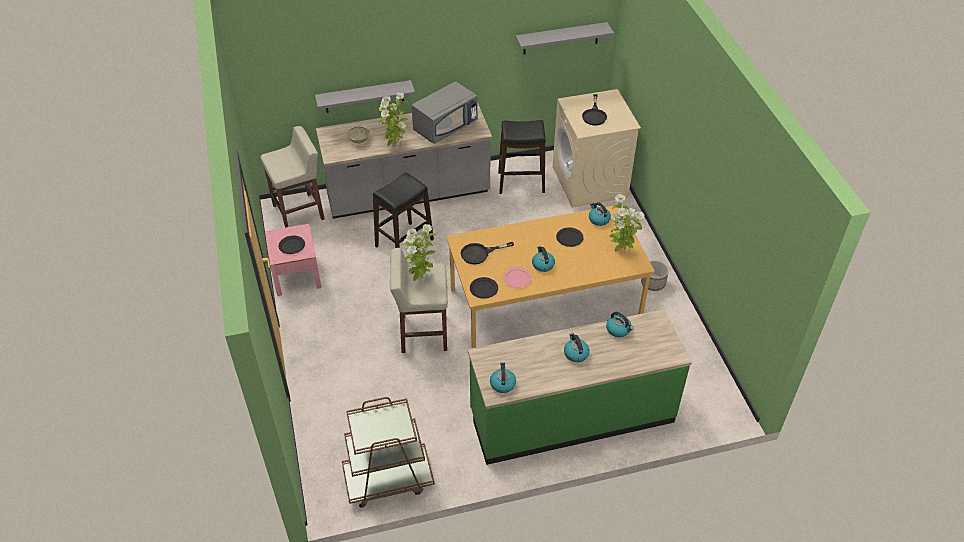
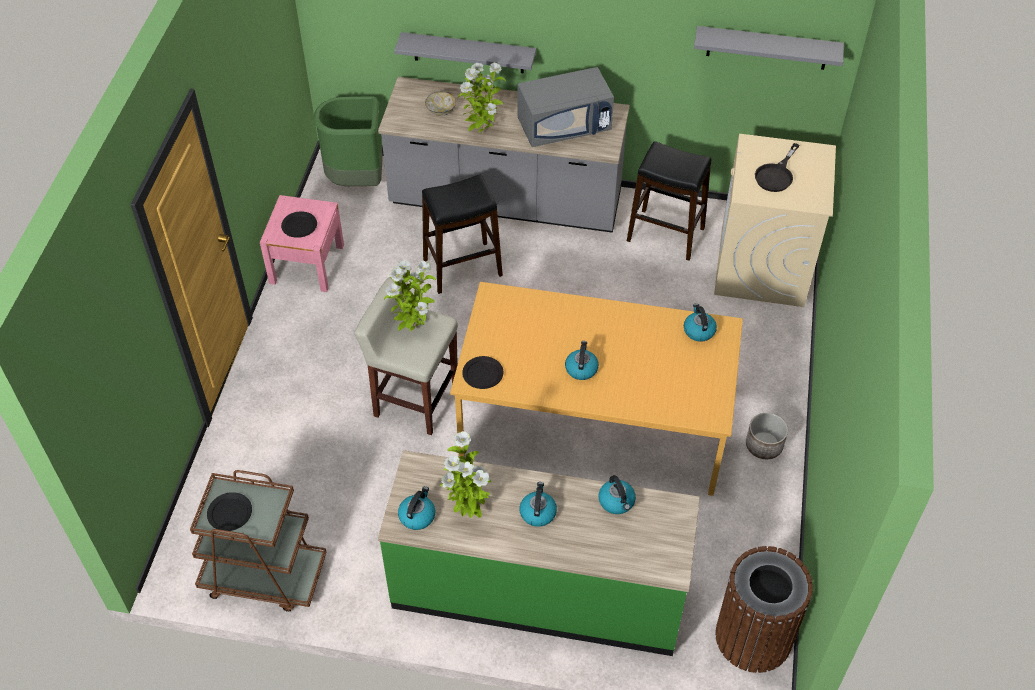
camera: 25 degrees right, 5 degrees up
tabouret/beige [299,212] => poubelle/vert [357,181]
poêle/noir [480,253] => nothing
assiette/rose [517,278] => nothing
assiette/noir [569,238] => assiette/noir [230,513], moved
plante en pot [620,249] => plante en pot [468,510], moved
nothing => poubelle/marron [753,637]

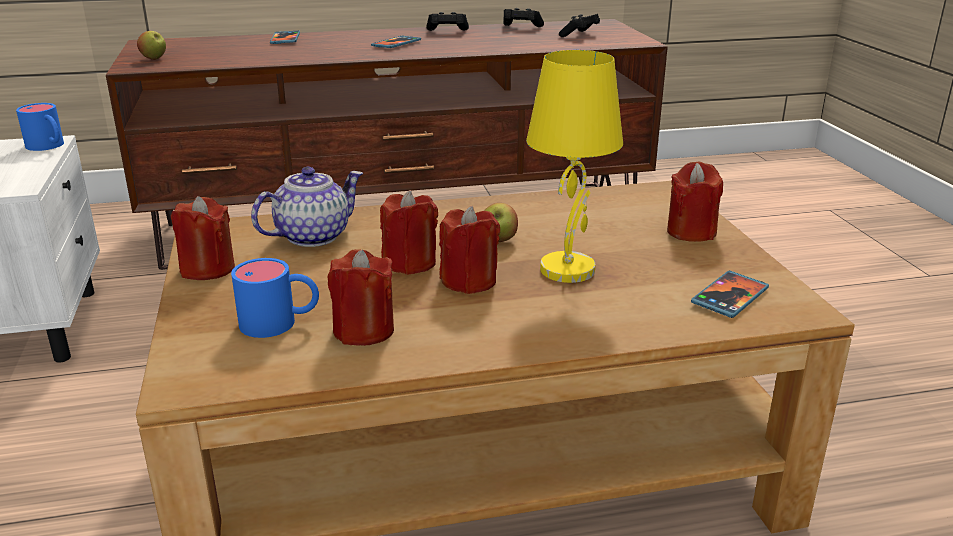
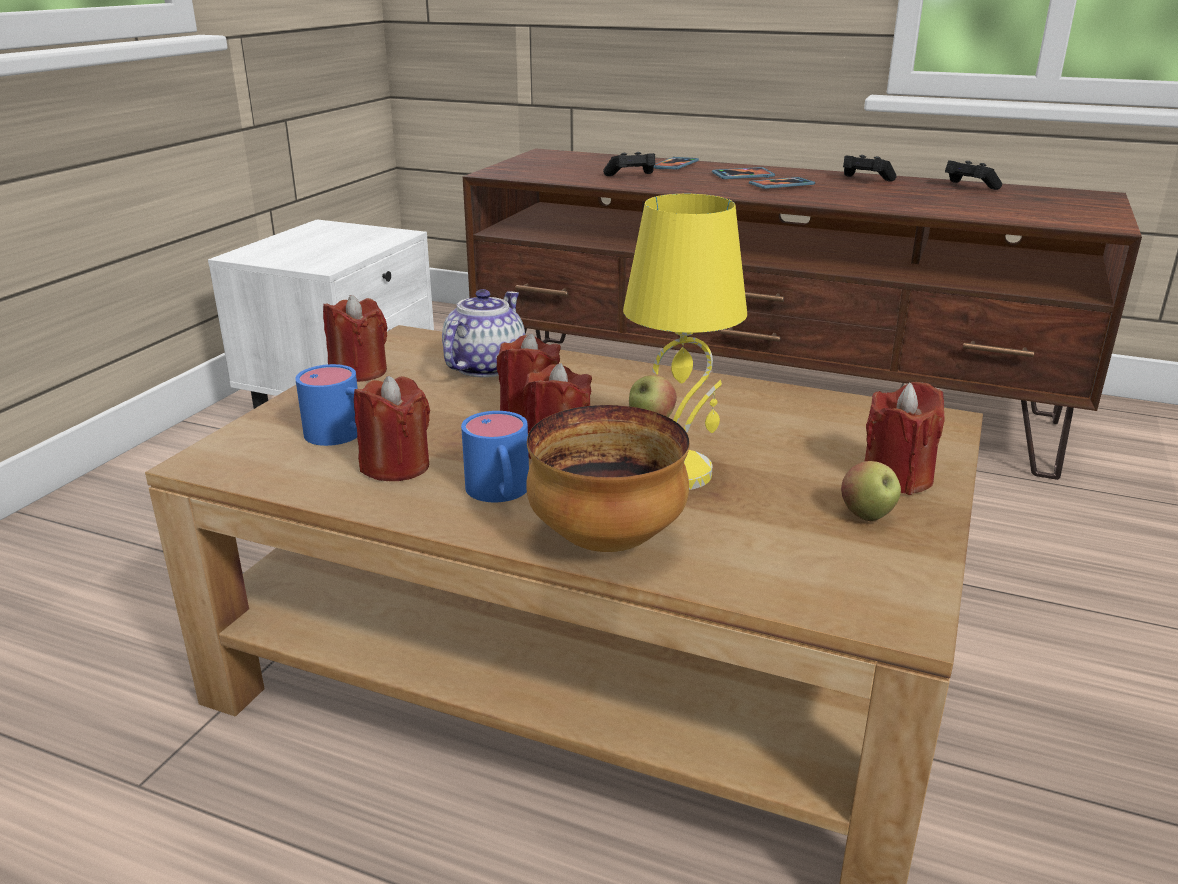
camera: 35 degrees right, 0 degrees up
mug/bleu [49,146] => mug/bleu [500,494], moved
pomme [154,59] => pomme [867,516], moved
théière [313,236] => théière [484,366], 60 degrees counterclockwise
manette/noir [579,35] => manette/noir [631,177], moved
téléphone [730,297] => téléphone [743,176], moved
nothing => bol [604,540]

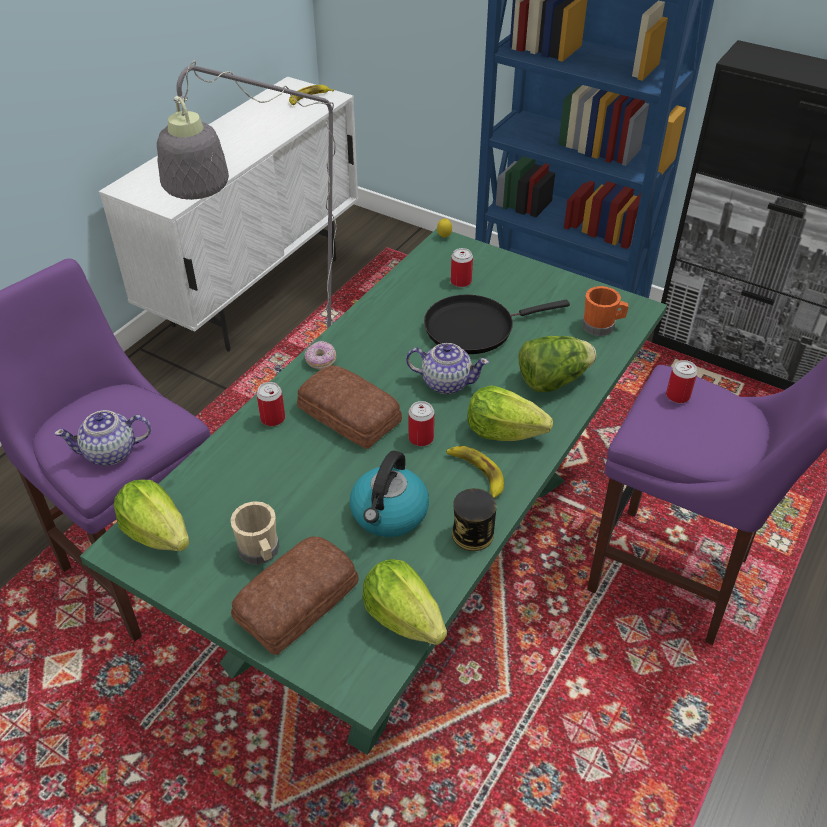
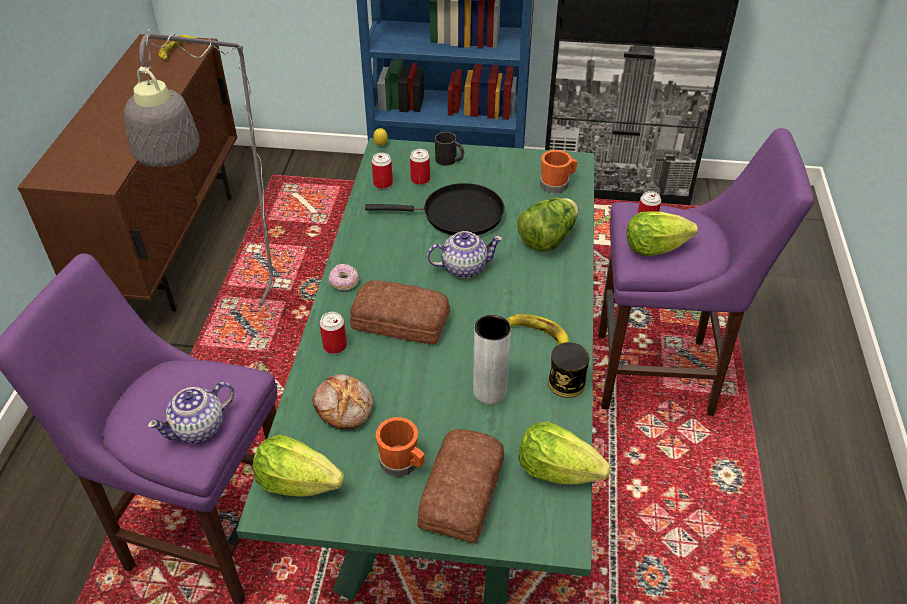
camera: 25 degrees left, 0 degrees up
meuble de rangement/blanc [257,291] => meuble de rangement/marron [171,248]
mug/beige [260,552] => mug/orange [402,463]
bouilloire [389,514] => vase/gris [489,391]
boîte métallique [421,438] => boîte métallique [383,183], moved
poêle/noir [474,328] => poêle/noir [457,215], 135 degrees counterclockwise
laitue [503,432] => laitue [654,248], moved
nothing => pain [344,406]
nothing => mug/noir [450,160]

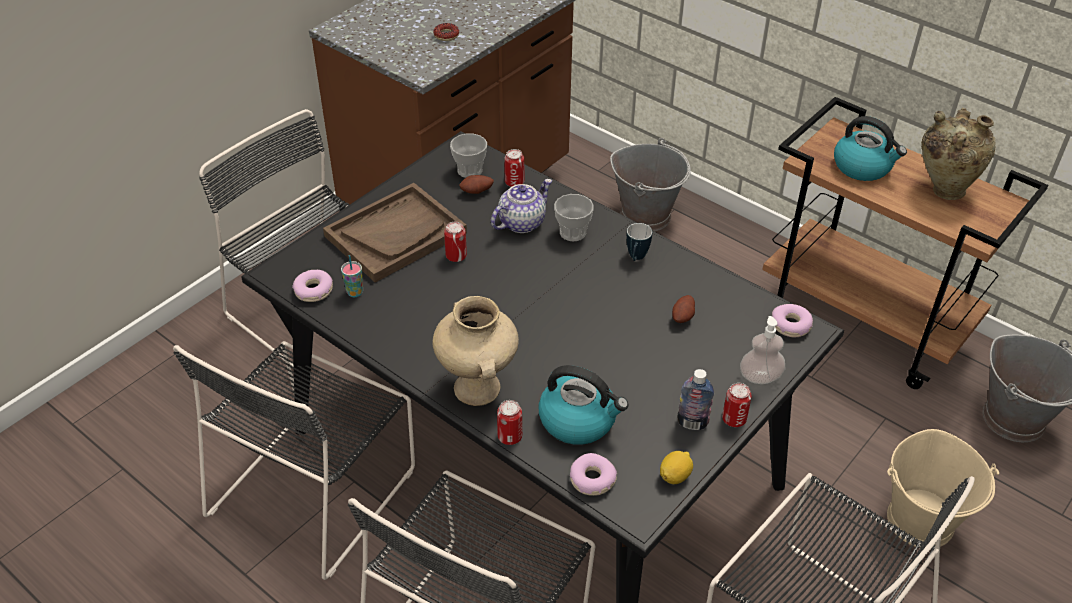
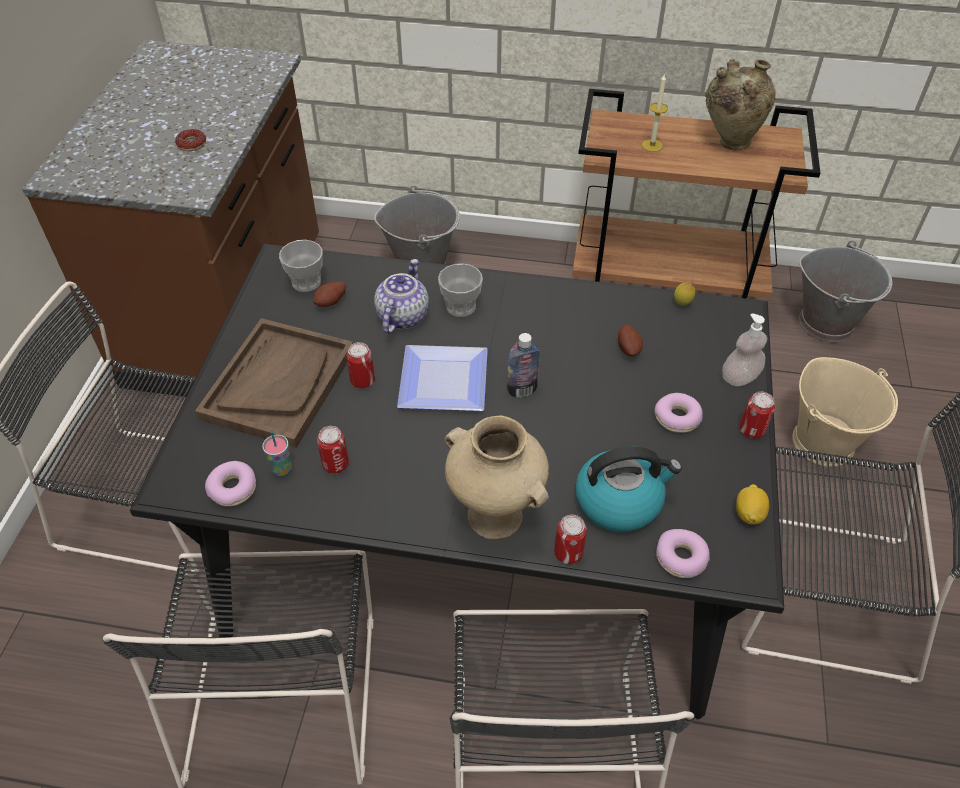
camera: 30 degrees left, 5 degrees up
boîte métallique [514,182] => boîte métallique [335,464], moved
mug [636,258] => nothing
bouteille [692,423] => bouteille [522,390], moved
beignet [790,326] => beignet [677,418], moved
bouilloire [863,167] => bougie [652,145]
nothing => assiette [447,379]
nothing => citron [682,304]

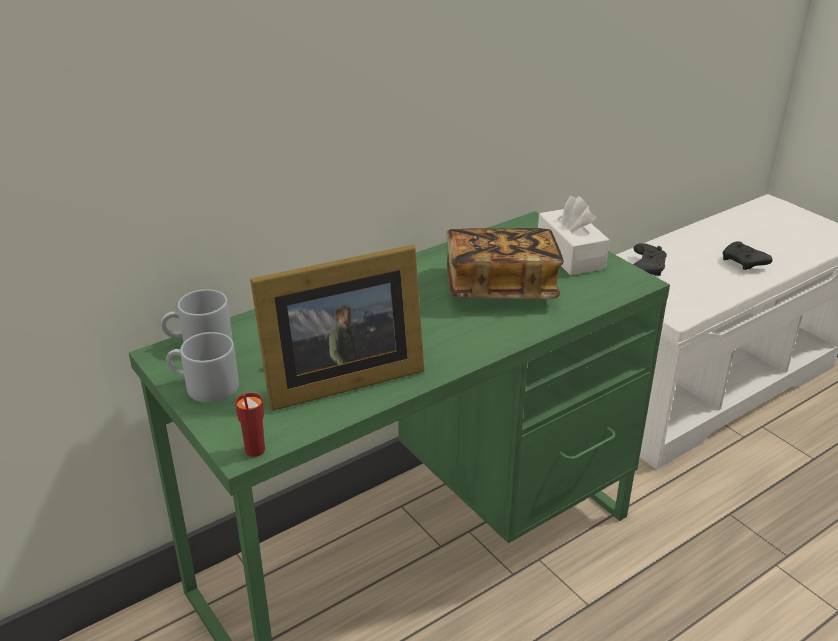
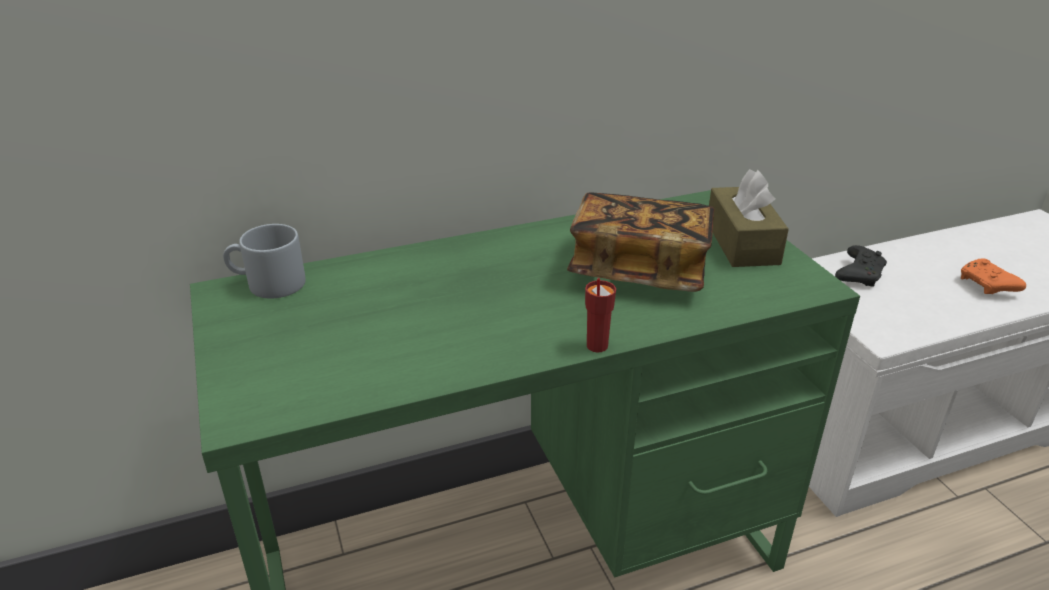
camera: 15 degrees right, 0 degrees up
mug/gris [203,387] => nothing
tasse/rouge [254,450] => tasse/rouge [596,346], moved
cadre photo [337,379] => nothing
boîte à mouchoirs/blanc [570,254] => boîte à mouchoirs/marron [742,243]
manette/noir [744,263] => manette/orange [987,286]

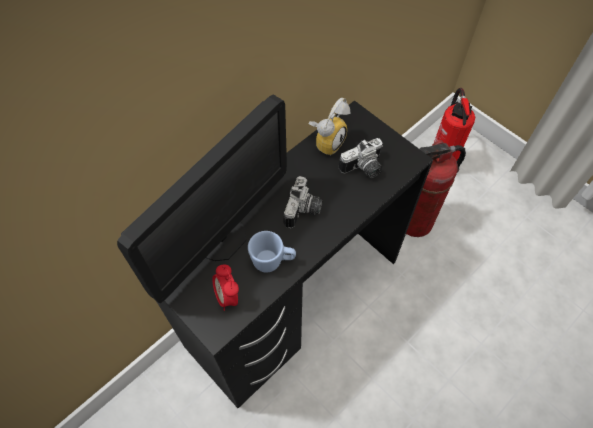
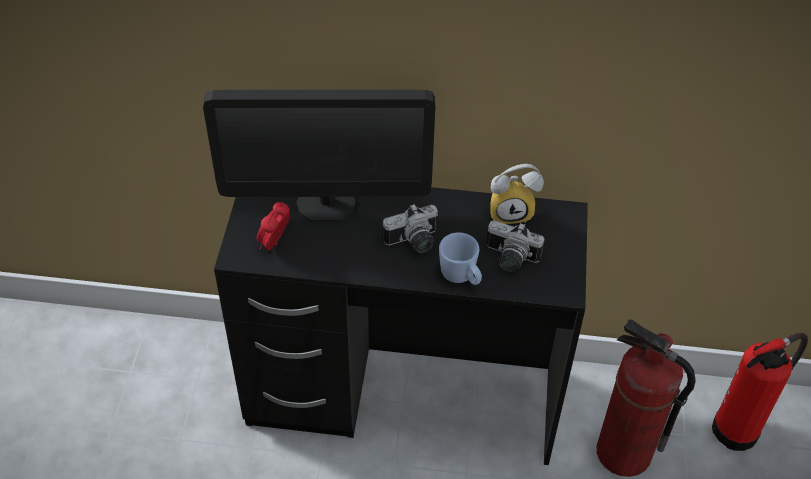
camera: 50 degrees right, 10 degrees down
mug/bleu [273,261] => mug/bleu [461,277], moved

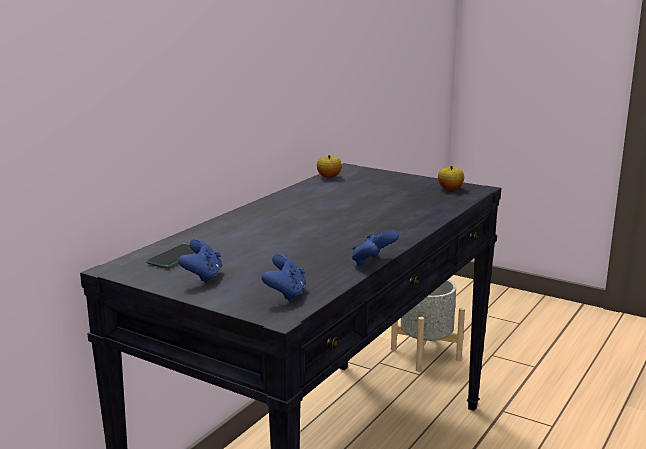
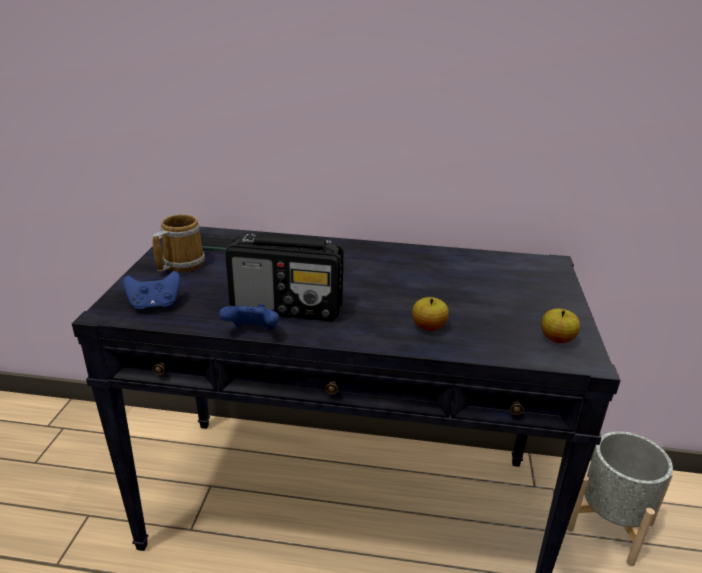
camera: 65 degrees right, 10 degrees up
manette/bleu [202,277] => mug [180,264]
pomme [329,177] => pomme [428,327], moved
nothing => radio [288,308]

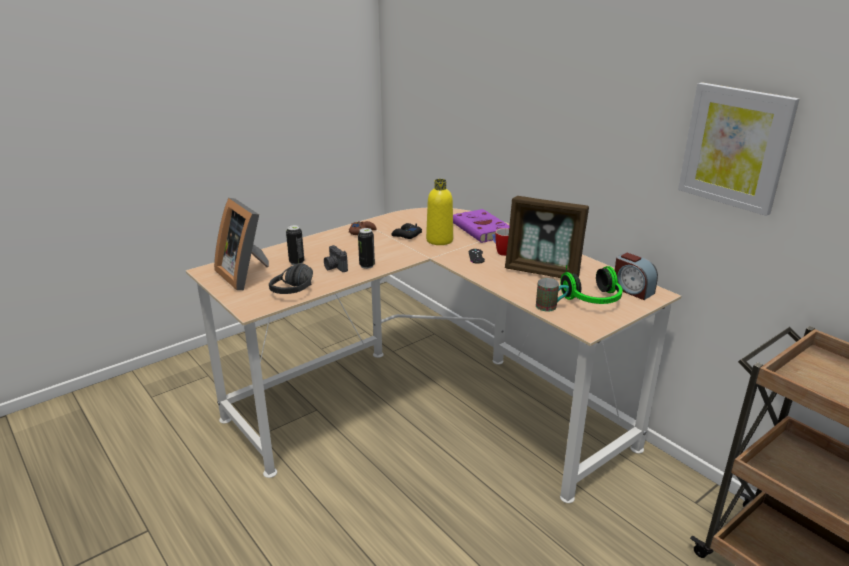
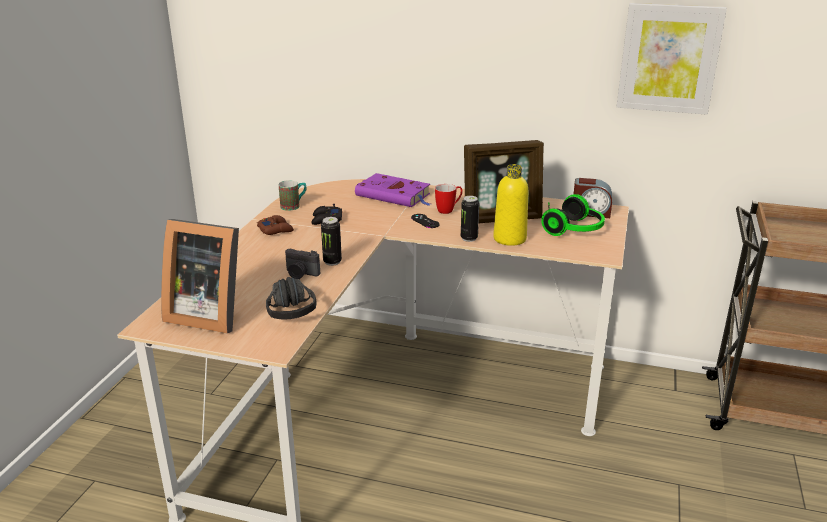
camera: 35 degrees left, 0 degrees up
boîte métallique [296,262] => boîte métallique [469,238], moved
bouteille/jaune [439,240] => bouteille/jaune [509,239], moved
mug [551,306] => mug [294,206], moved

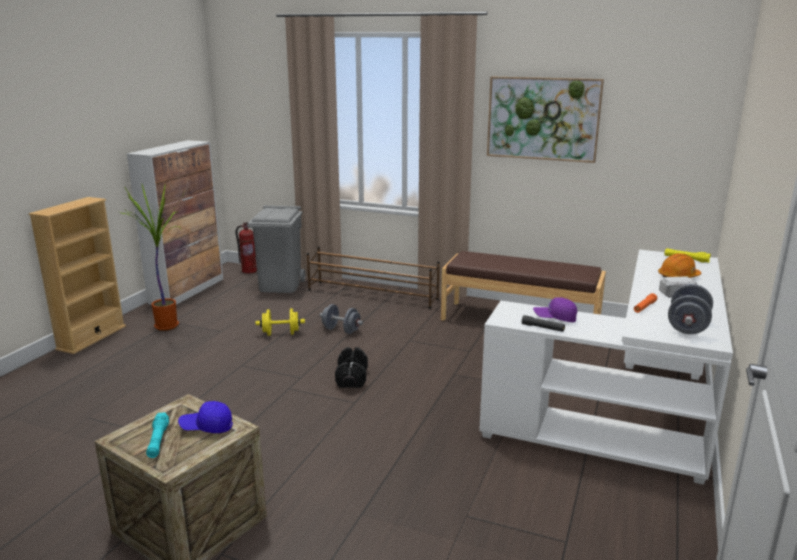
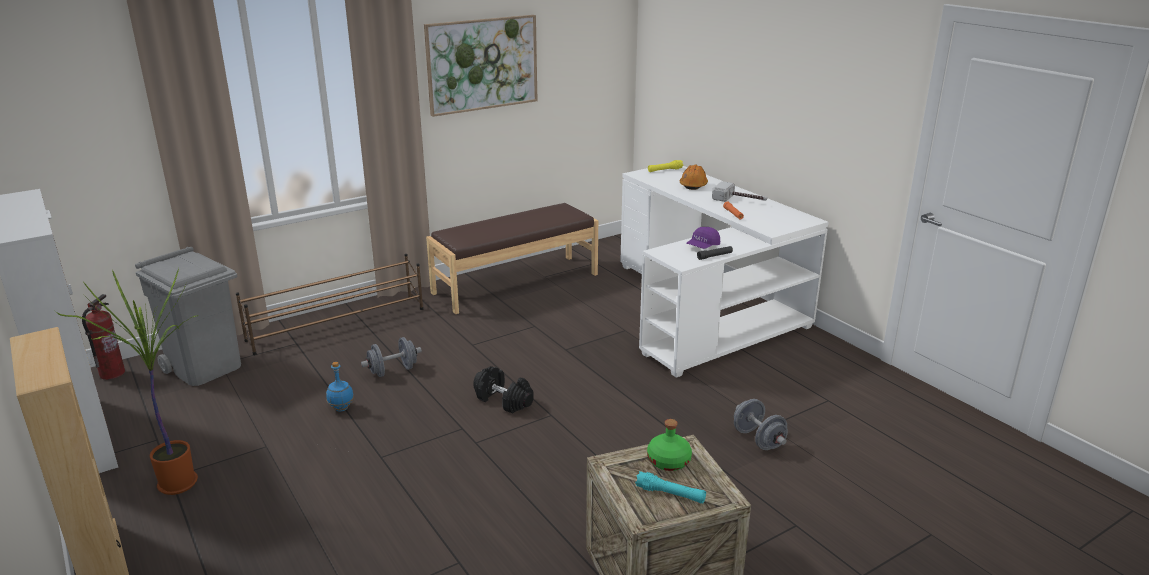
camera: 55 degrees left, 5 degrees up
casquette/bleu [207,427] => bouteille/vert [669,461]
haltère/jaune [281,333] => bouteille/bleu [341,408]
haltère/gris [687,326] => haltère/gris [758,439], moved

